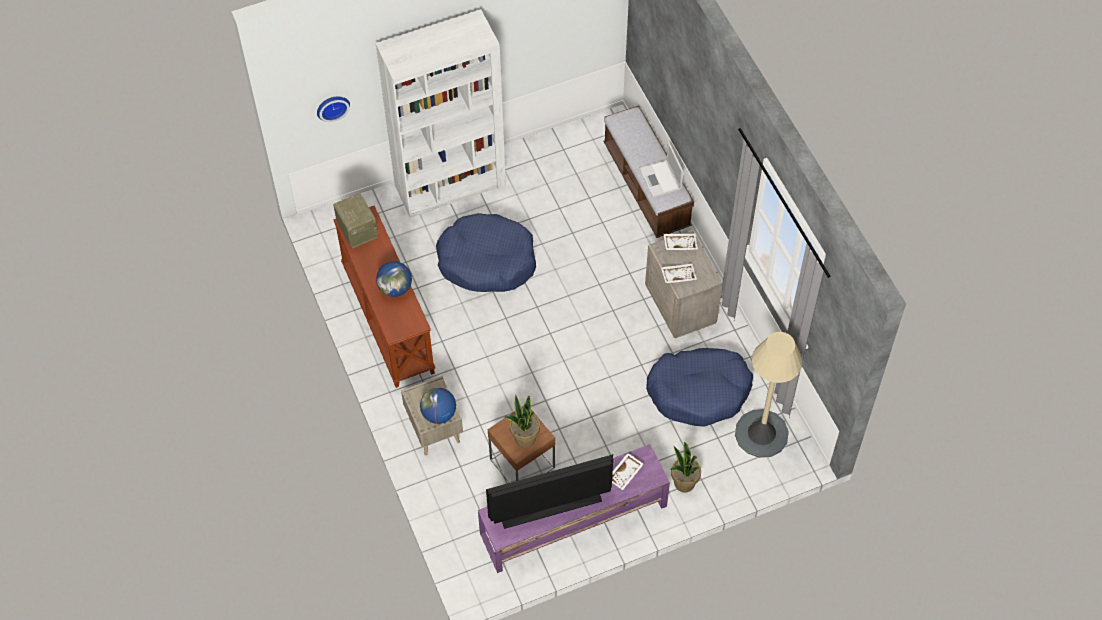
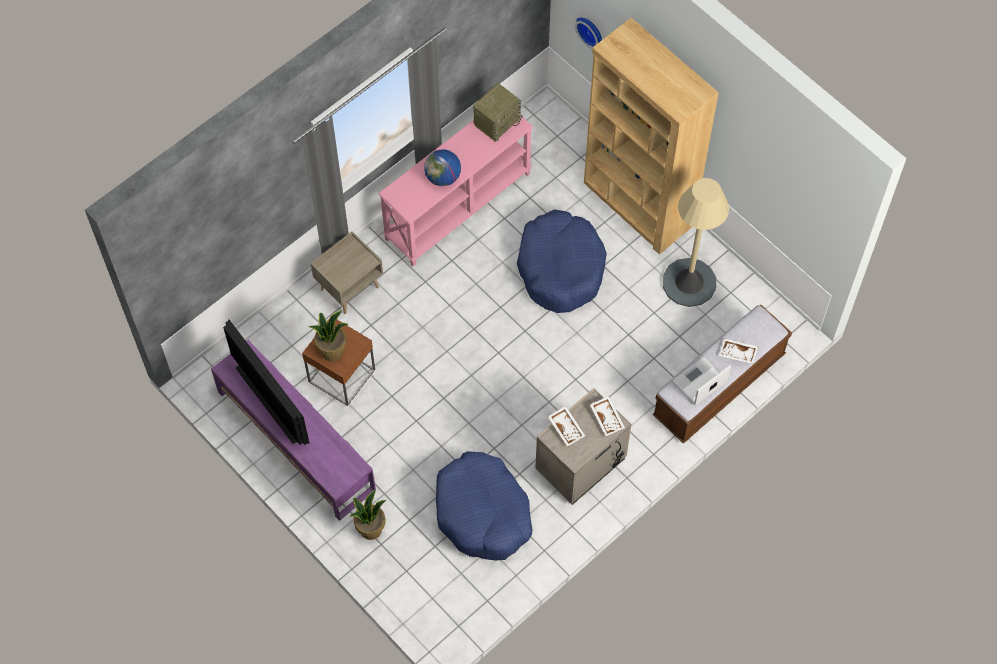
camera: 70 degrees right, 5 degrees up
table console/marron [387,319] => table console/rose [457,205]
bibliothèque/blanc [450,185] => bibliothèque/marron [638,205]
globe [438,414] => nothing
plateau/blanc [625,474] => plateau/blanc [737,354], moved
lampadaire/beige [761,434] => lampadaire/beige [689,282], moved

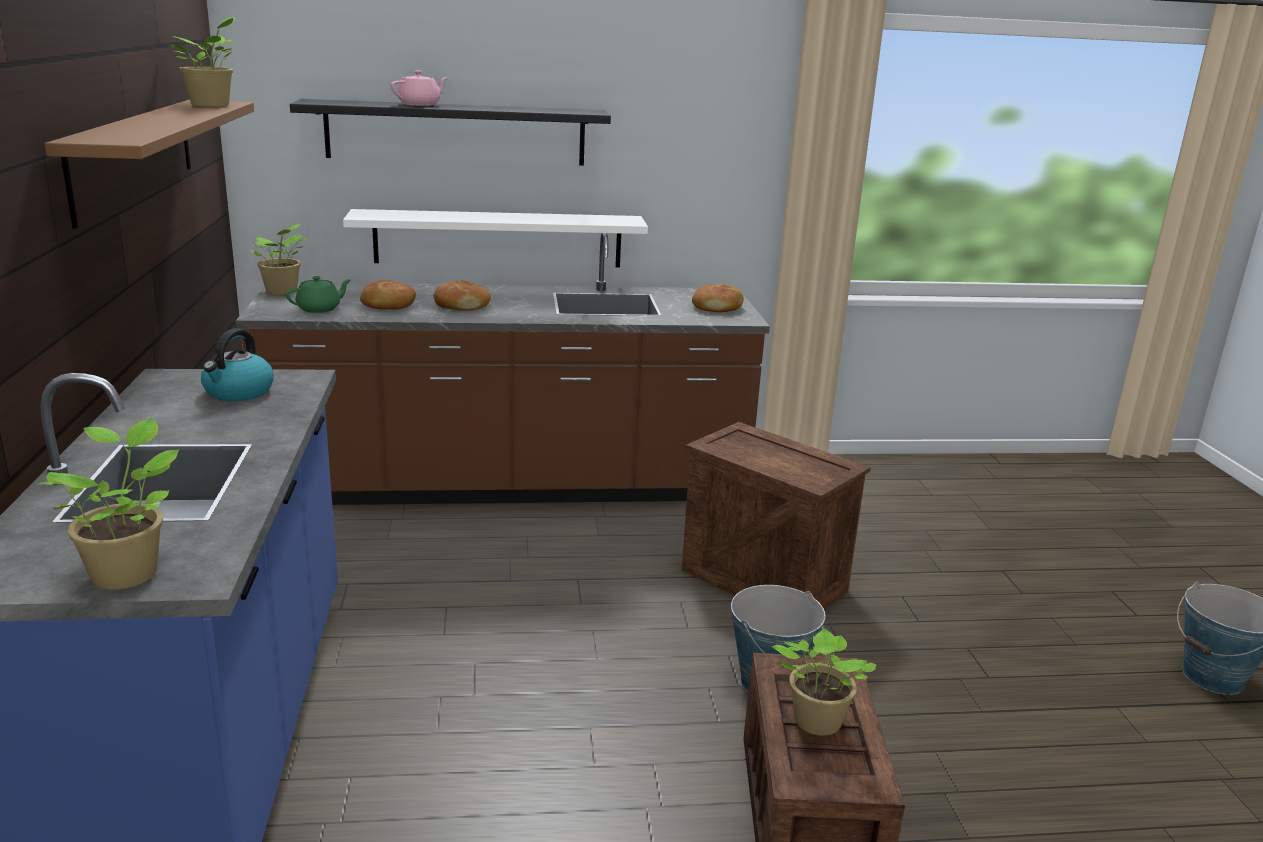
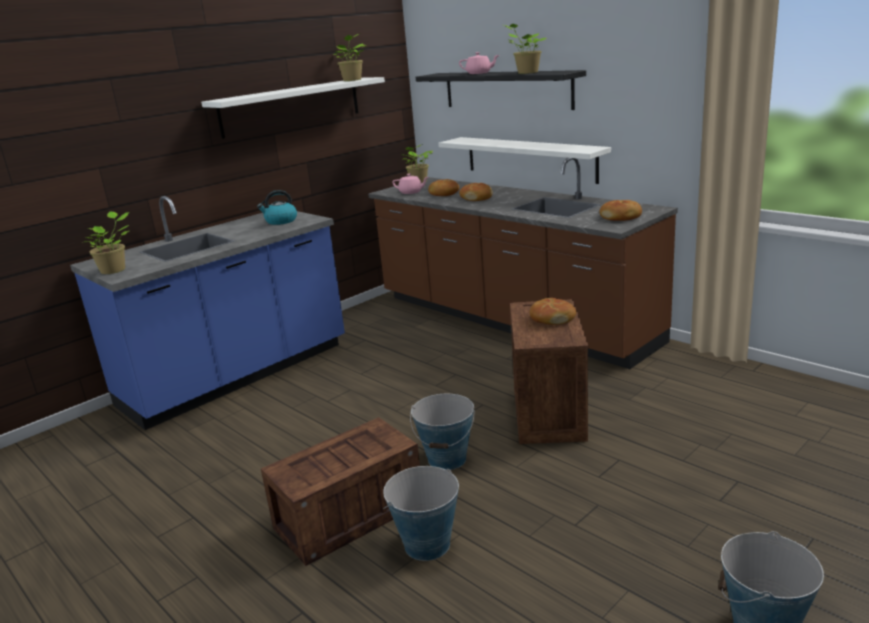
camera: 55 degrees right, 0 degrees up
étagère/marron [134,156] => étagère/blanc [291,106]
théière/vert [319,309] => théière/rose [411,192]
plante en pot [814,722] => plante en pot [526,73], moved
nothing => seau [426,544]
nothing => pain [552,318]

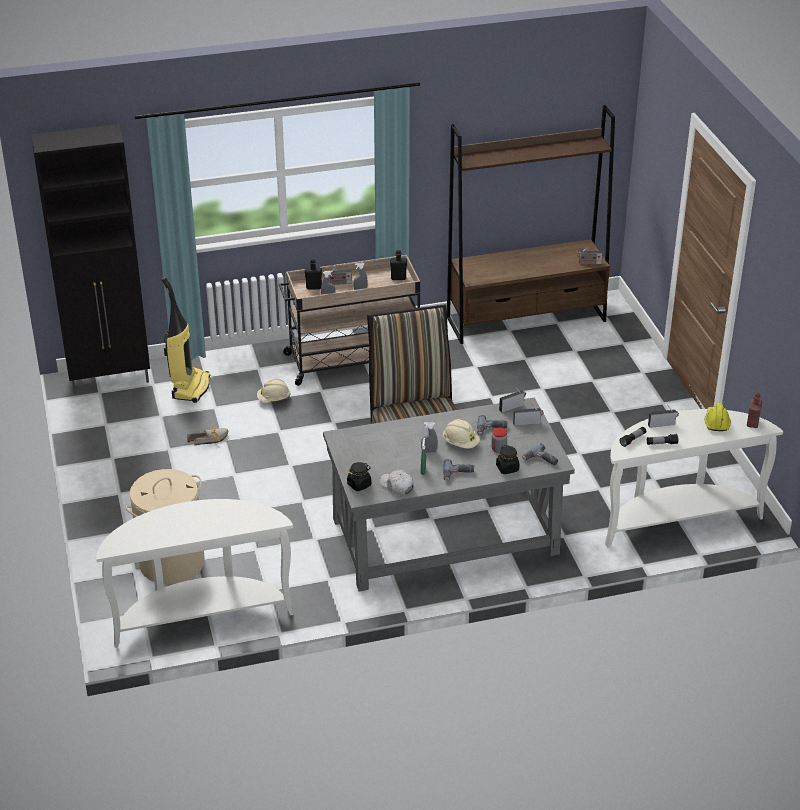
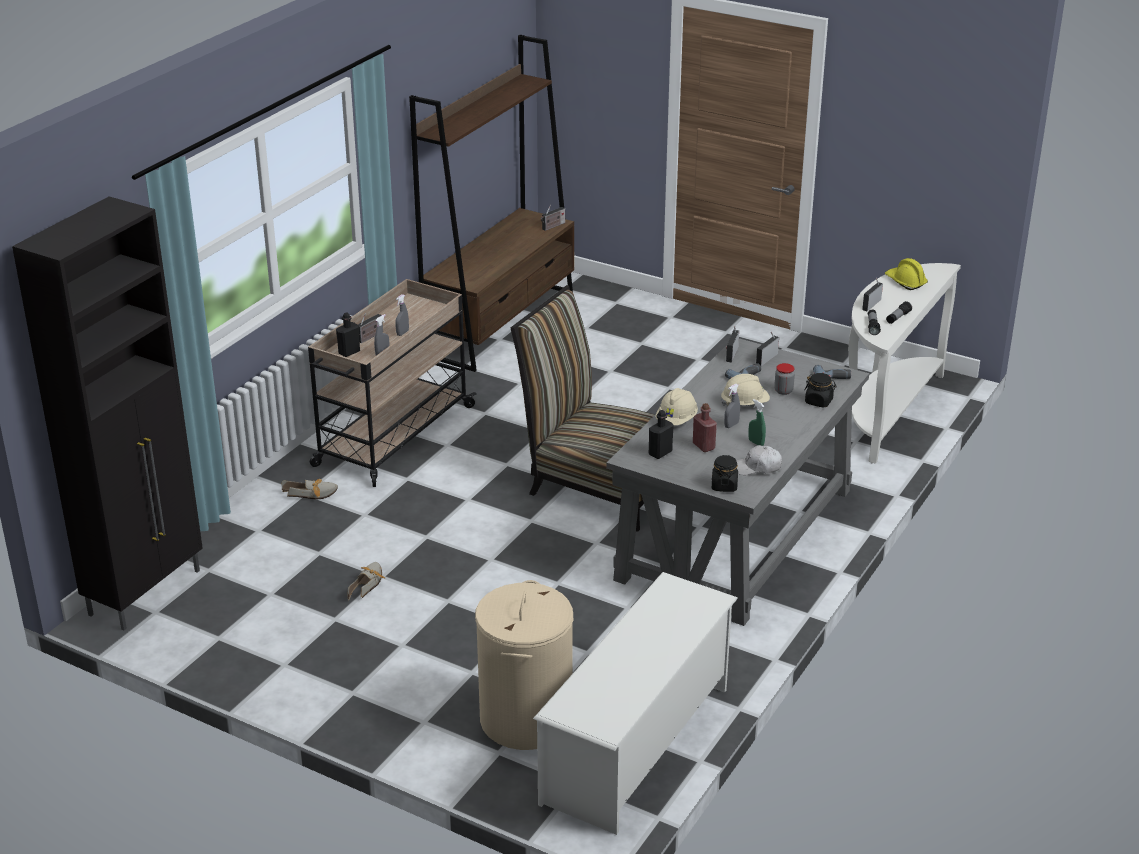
camera: 45 degrees left, 5 degrees down
table console/blanc [201,614] => étagère à chaussures/blanc [637,744]
aspirateur [190,387] => nothing
casque de chantier/beige [273,399] => casque de chantier/beige [676,420], moved
bouteille/noir [398,278] => bouteille/noir [660,453], moved
perceuse [458,474] => nothing
bouteille/rouge [752,423] => bouteille/rouge [703,446], moved
nothing => chaussure [313,494]

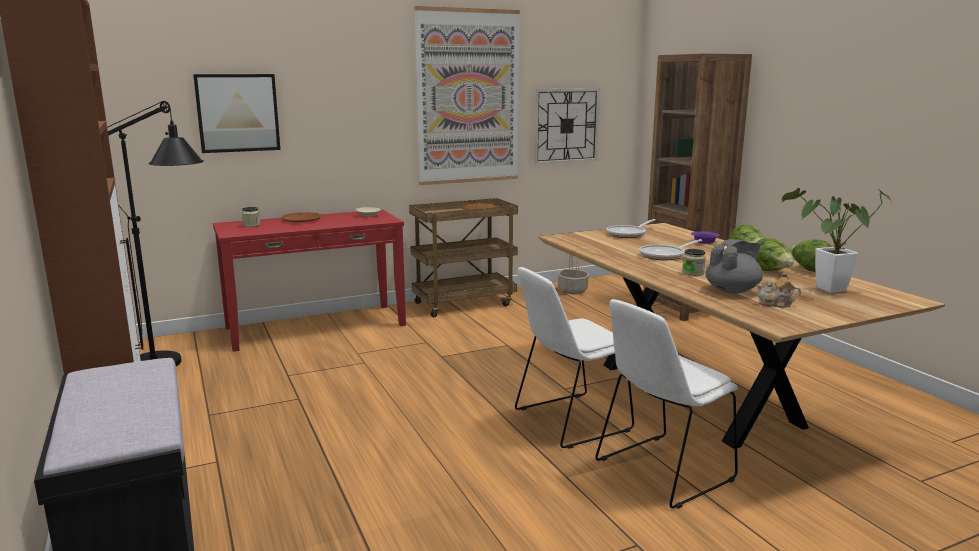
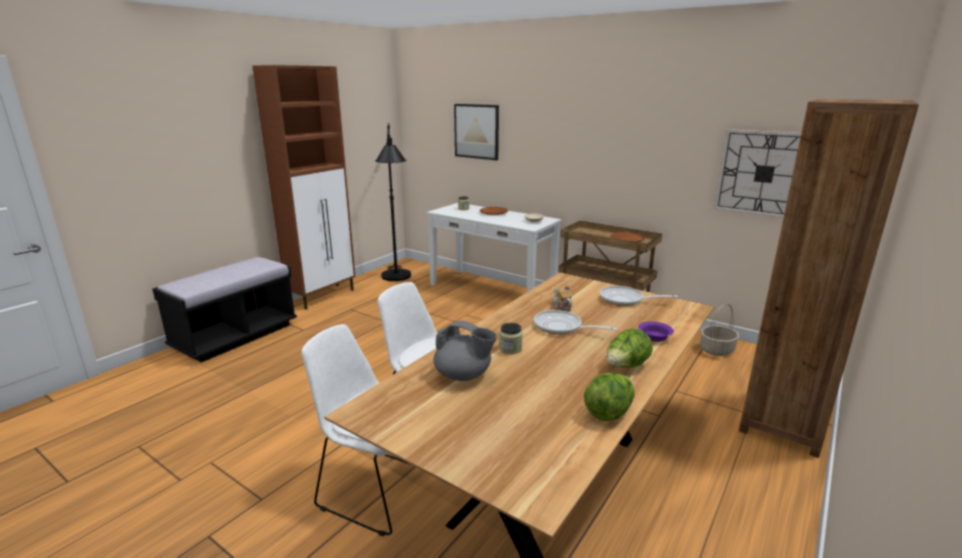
camera: 60 degrees right, 5 degrees up
table console/rouge [316,326] => table console/blanc [492,290]
tableau [468,97] => nothing
laitue [771,272] => nothing
théière [776,304] => théière [561,308], moved
plante en pot [825,290] => nothing

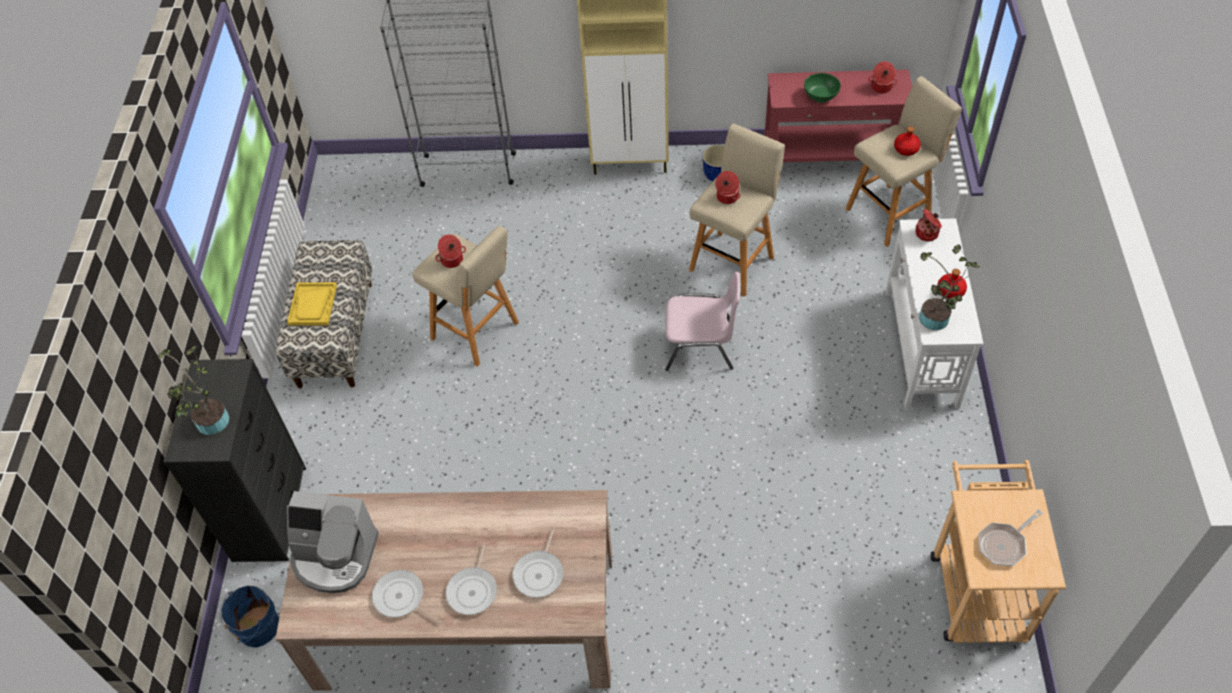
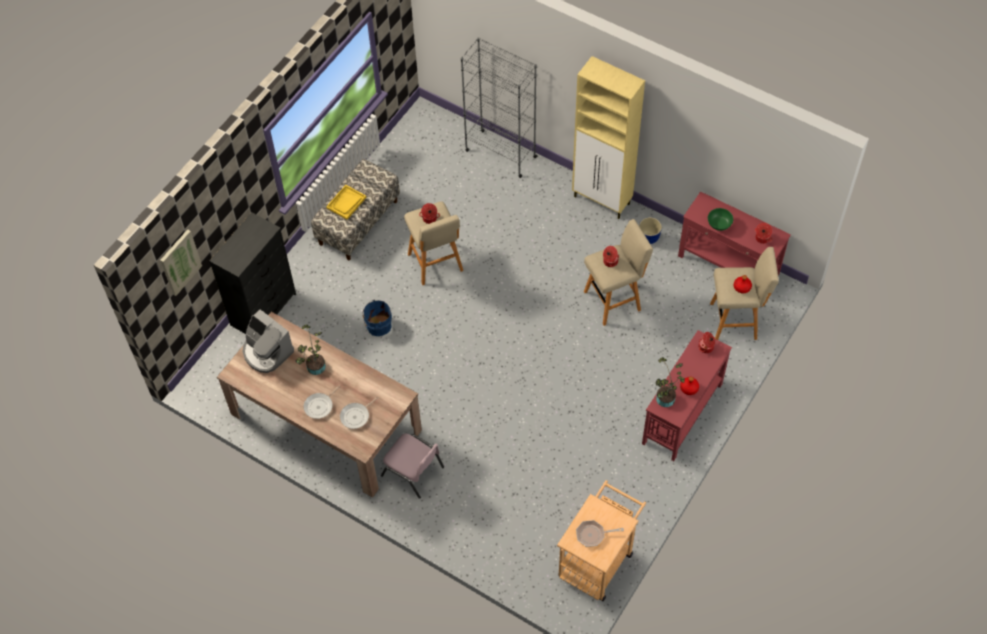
camera: 30 degrees right, 5 degrees up
plante en pot [212,424] => plante en pot [314,368], moved
seau/bleu [256,628] => seau/bleu [377,325], moved
poêle [401,598] => nothing
chaise/rose [700,345] => chaise/rose [413,471], moved
table console/blanc [920,347] => table console/rouge [681,414]
nothing => tableau [180,262]

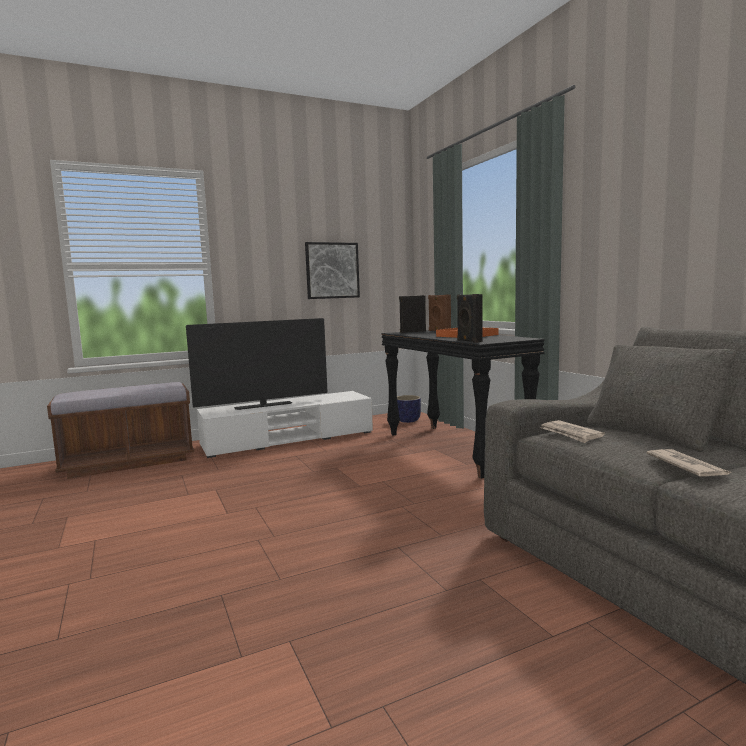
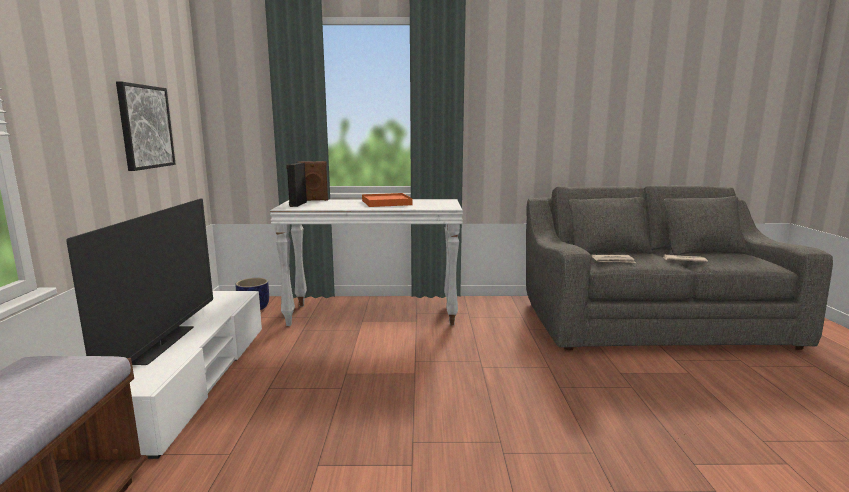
camera: 65 degrees left, 5 degrees up
table console/noir [455,449] => table console/blanc [373,314]
enceinte/noir [468,341] => nothing

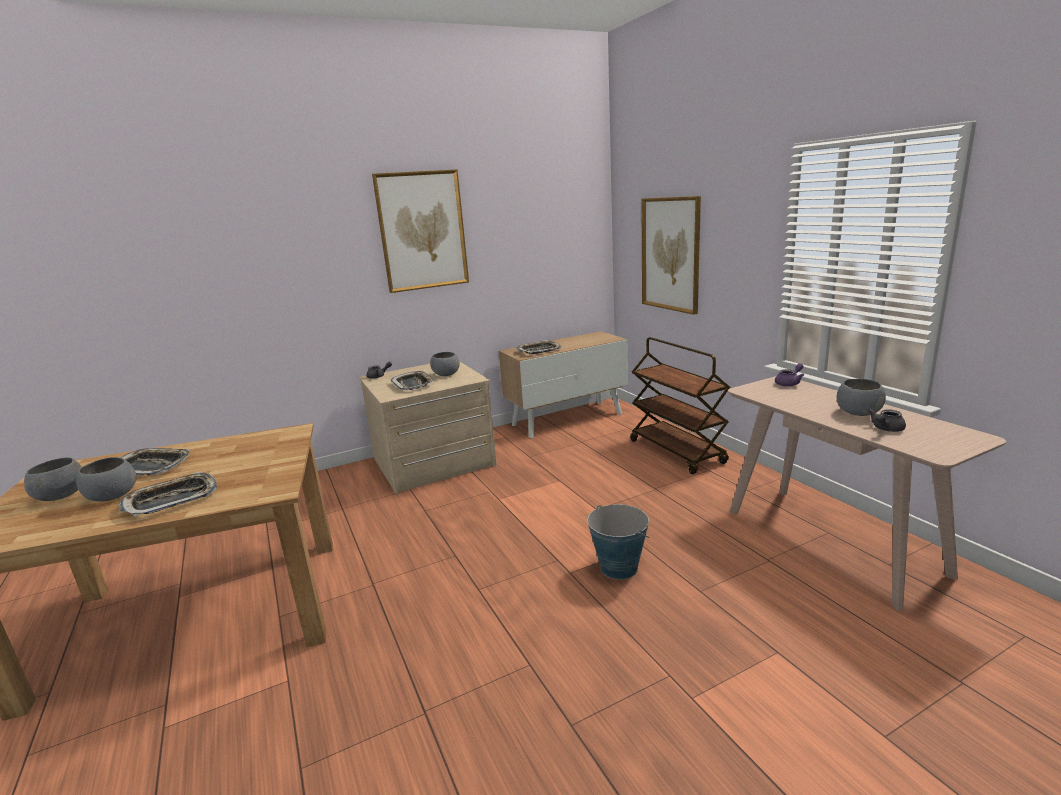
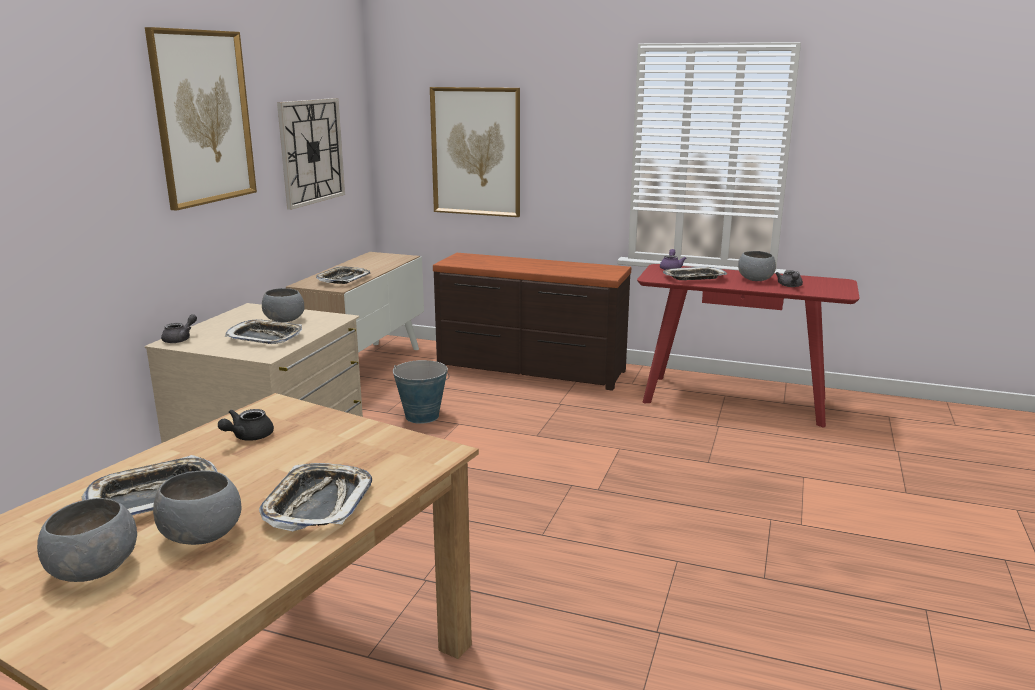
camera: 45 degrees left, 0 degrees up
seau [618,567] => seau [421,416], moved
chariot/marron [677,452] => commode/marron [530,369]
table console/beige [832,541] => table console/rouge [734,400]
nothing => théière/noir [248,437]
nothing => horloge murale [311,151]
nothing => plateau [694,278]

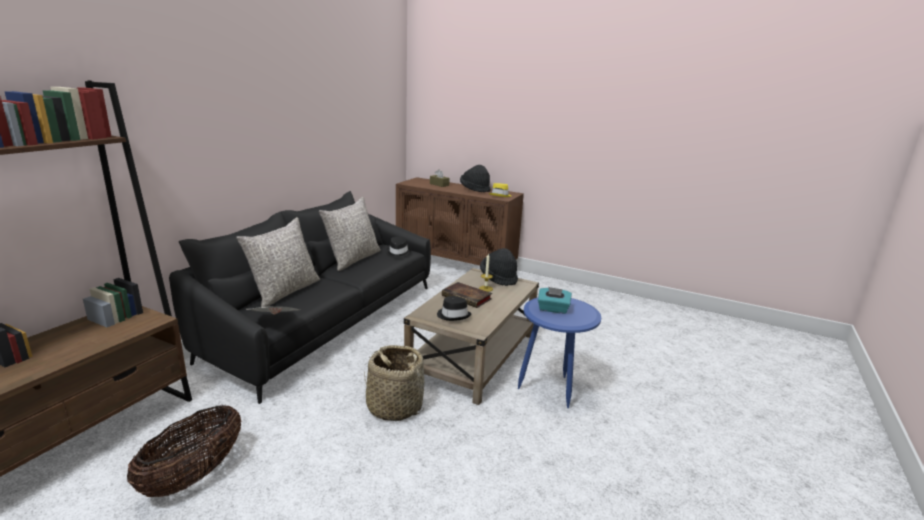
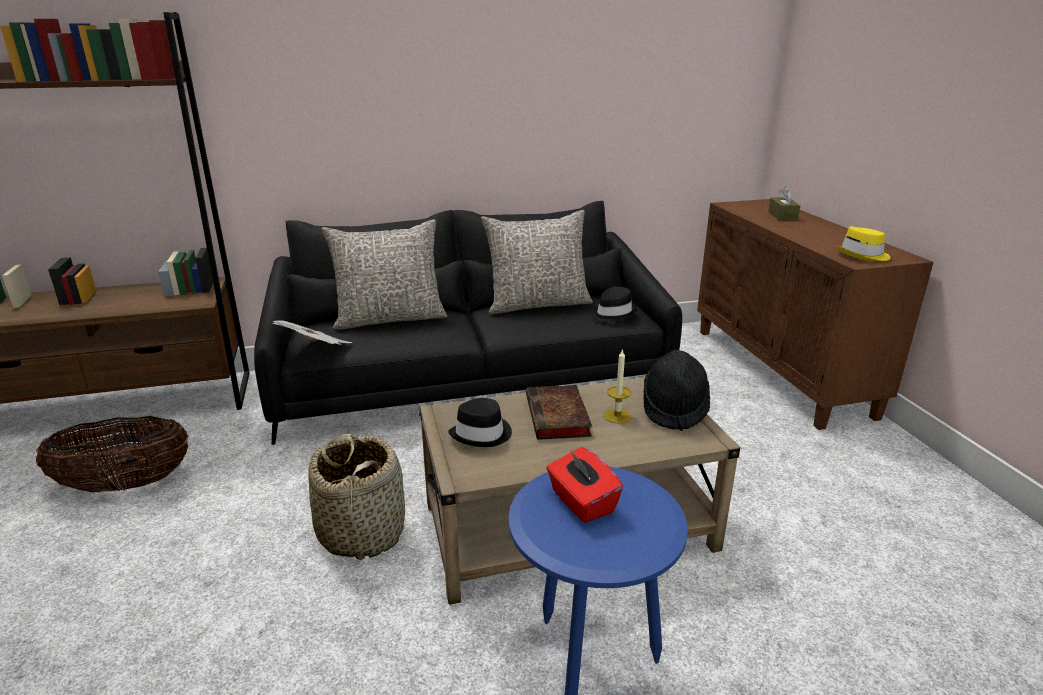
camera: 50 degrees right, 5 degrees up
chapeau/noir [475,189] => nothing
boîte à mouchoirs/turquoise [553,309] => boîte à mouchoirs/rouge [581,502]

